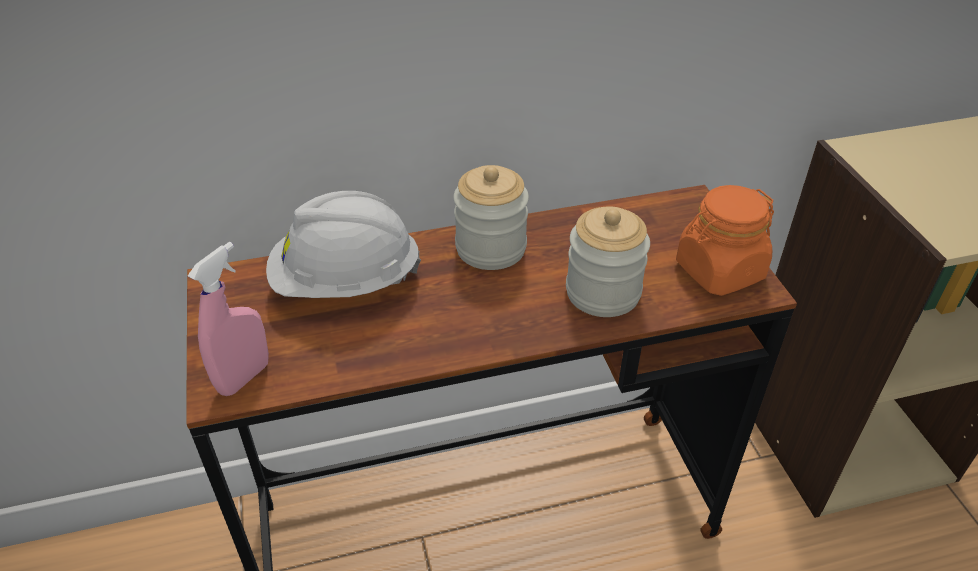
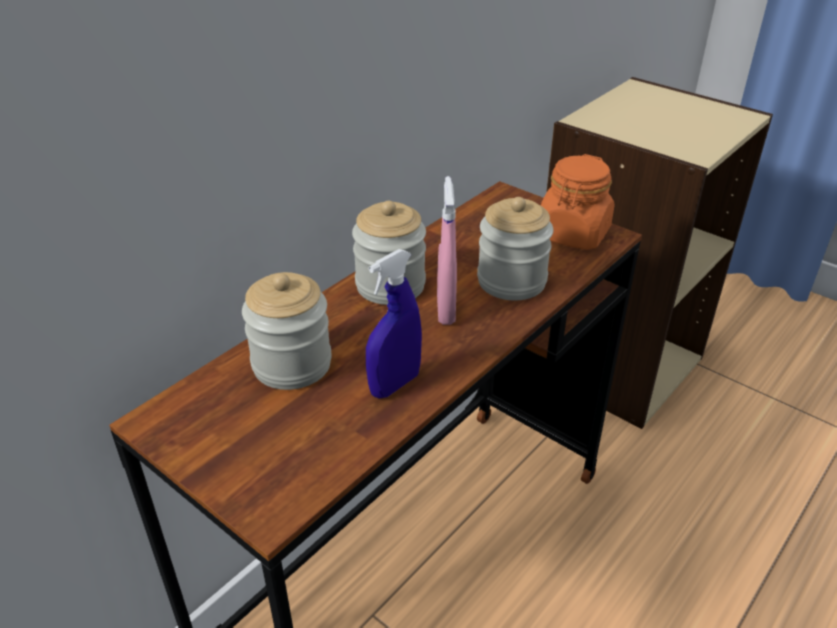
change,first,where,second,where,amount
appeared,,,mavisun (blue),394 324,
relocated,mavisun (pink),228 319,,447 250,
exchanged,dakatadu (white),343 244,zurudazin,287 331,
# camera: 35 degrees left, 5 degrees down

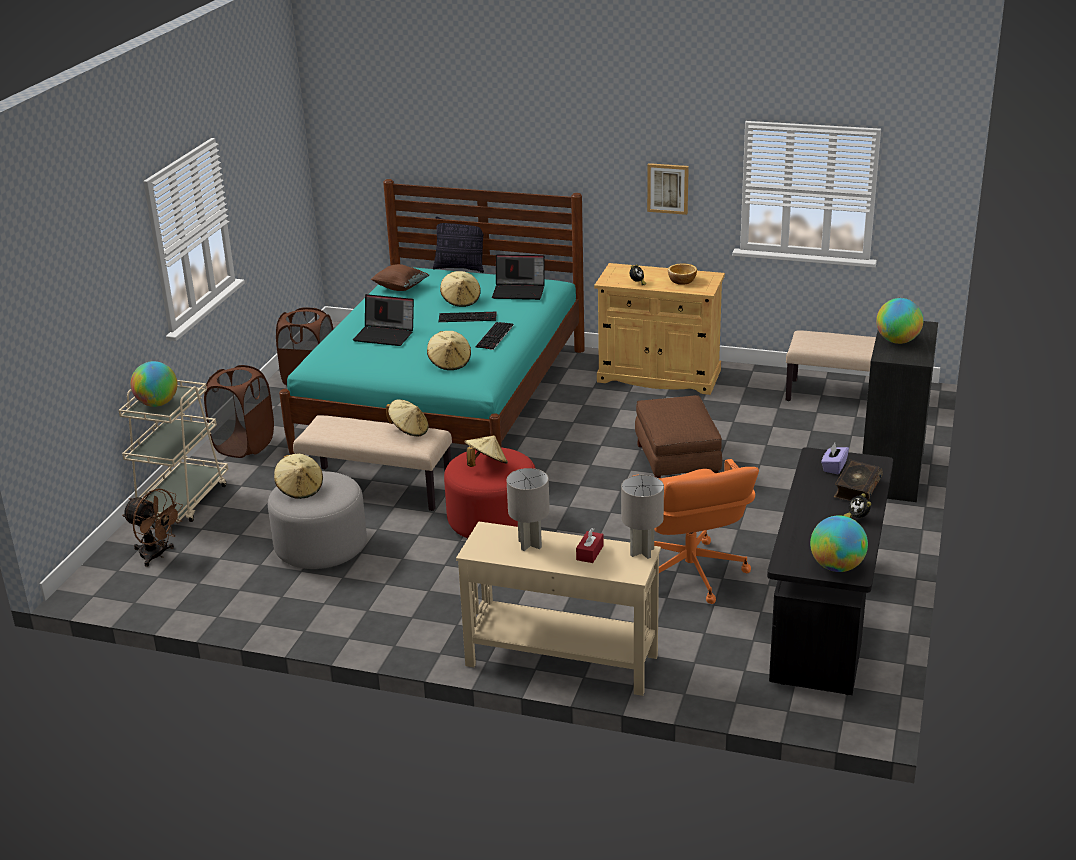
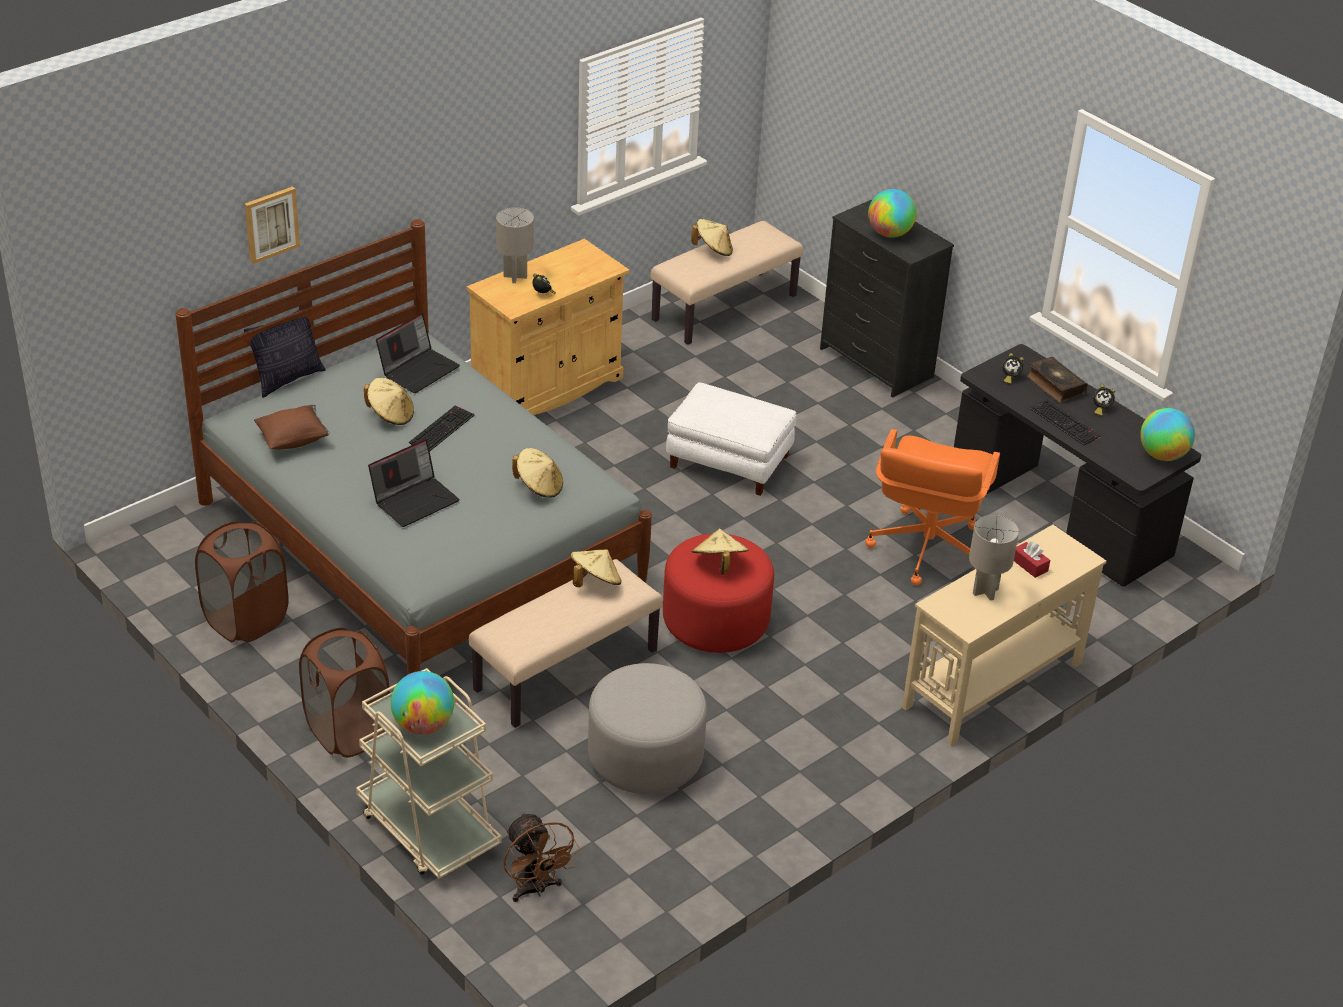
change,first,where,second,where,amount
missing,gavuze,682 274,,,
relocated,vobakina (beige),298 476,,712 237,
relocated,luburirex,494 336,,1065 422,
relocated,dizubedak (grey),642 517,,515 245,
relocated,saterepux,668 189,,272 225,
exchanged,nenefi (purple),835 458,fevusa,1013 368,
colour,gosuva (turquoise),432 317,gosuva (grey),413 446,
colour,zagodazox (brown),678 436,zagodazox (white),731 439,
spun,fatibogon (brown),152 528,,541 857,90 degrees clockwise
spun,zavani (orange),696 531,,932 507,90 degrees clockwise
# camera: 60 degrees left, 10 degrees up

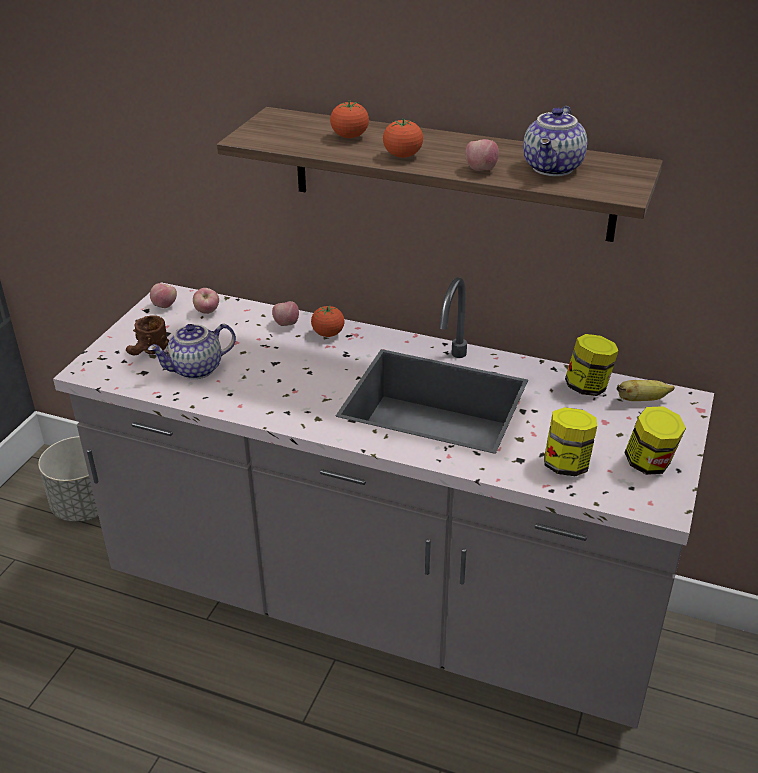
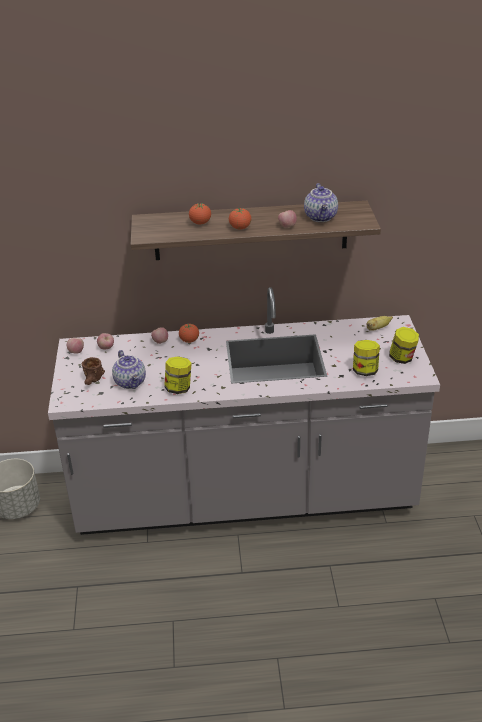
change,first,where,second,where,amount
relocated,zurudazin,592 365,,178 375,
spun,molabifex,192 351,,129 369,60 degrees counterclockwise
# camera: 25 degrees left, 0 degrees up

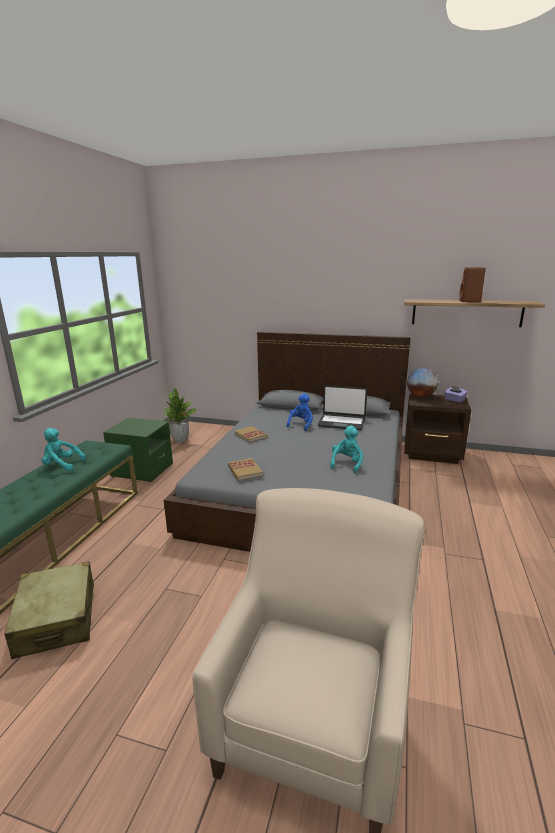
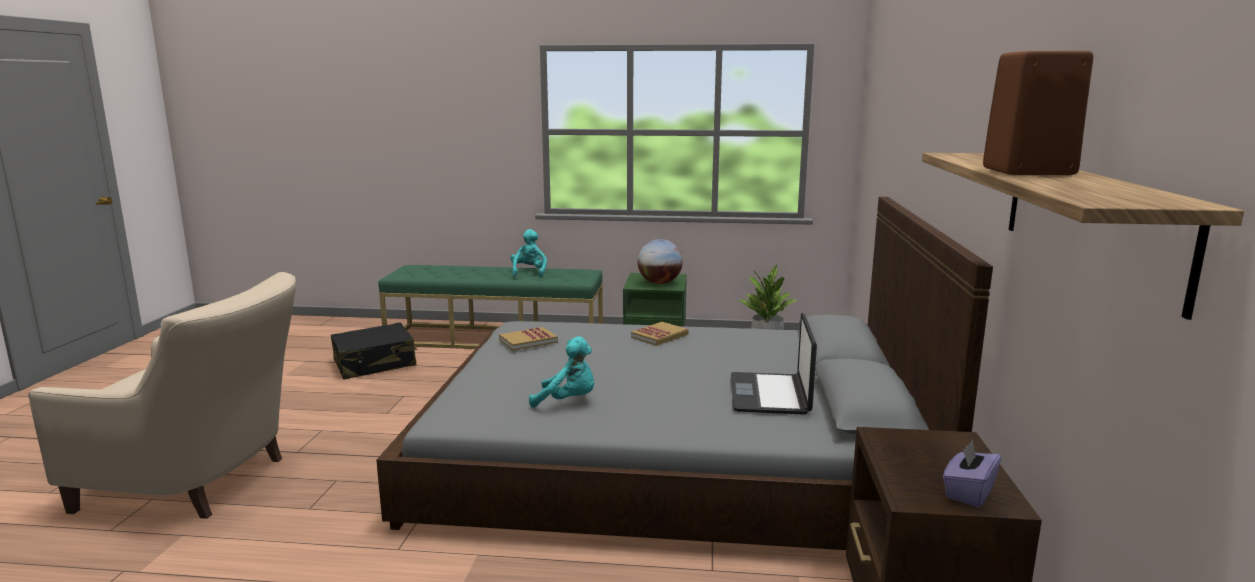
change,first,where,second,where,amount
missing,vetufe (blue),300 412,,,
relocated,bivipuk,422 382,,660 261,
colour,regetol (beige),49 610,regetol (black),374 351,
# camera: 80 degrees right, 5 degrees down

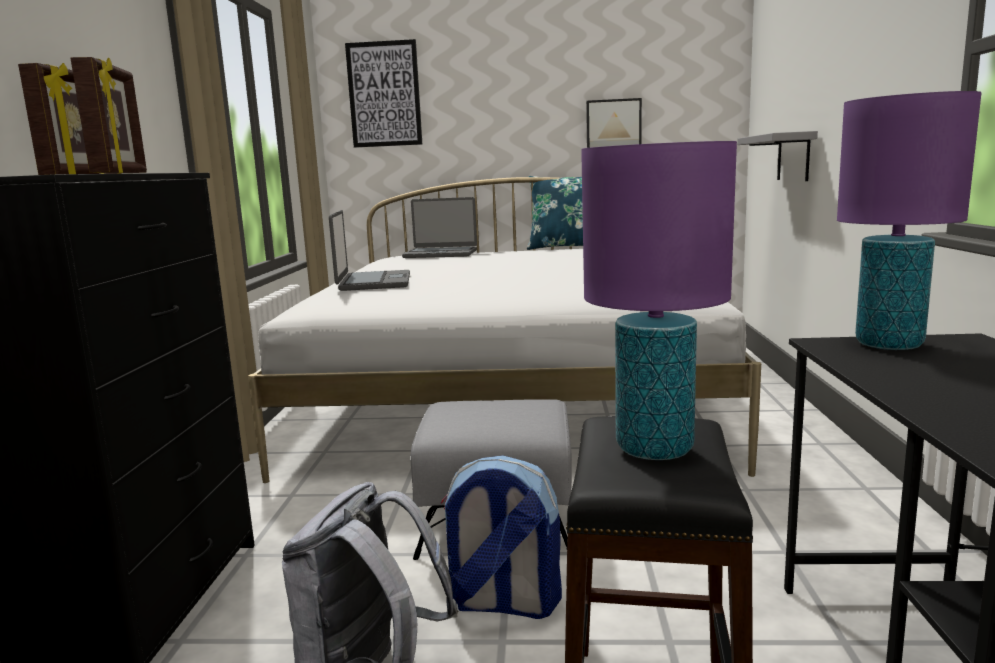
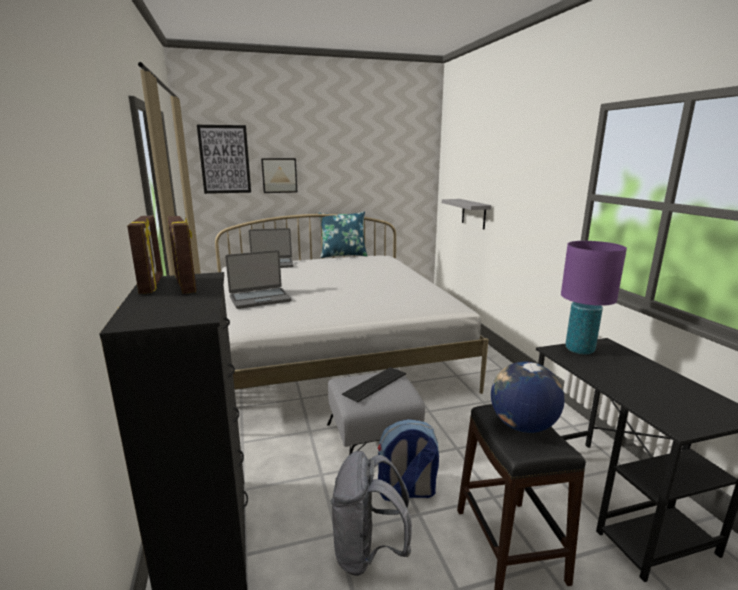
change,first,where,second,where,amount
appeared,,,luburirex,374 385,
relocated,saterepux,614 123,,279 175,
exchanged,dizubedak (purple),659 300,bivipuk,527 397,
spun,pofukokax,369 250,,258 279,90 degrees clockwise
# camera: 20 degrees left, 5 degrees up

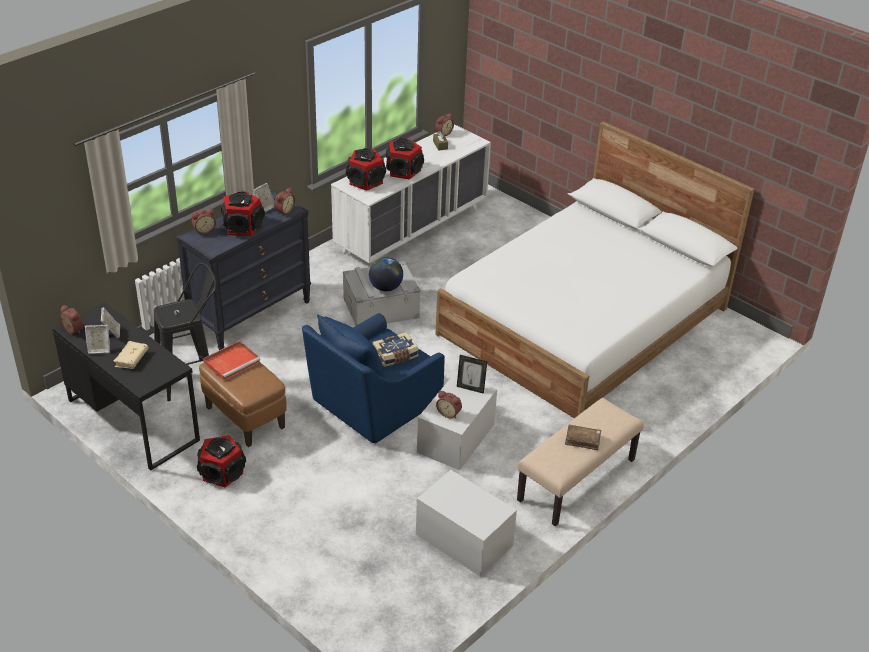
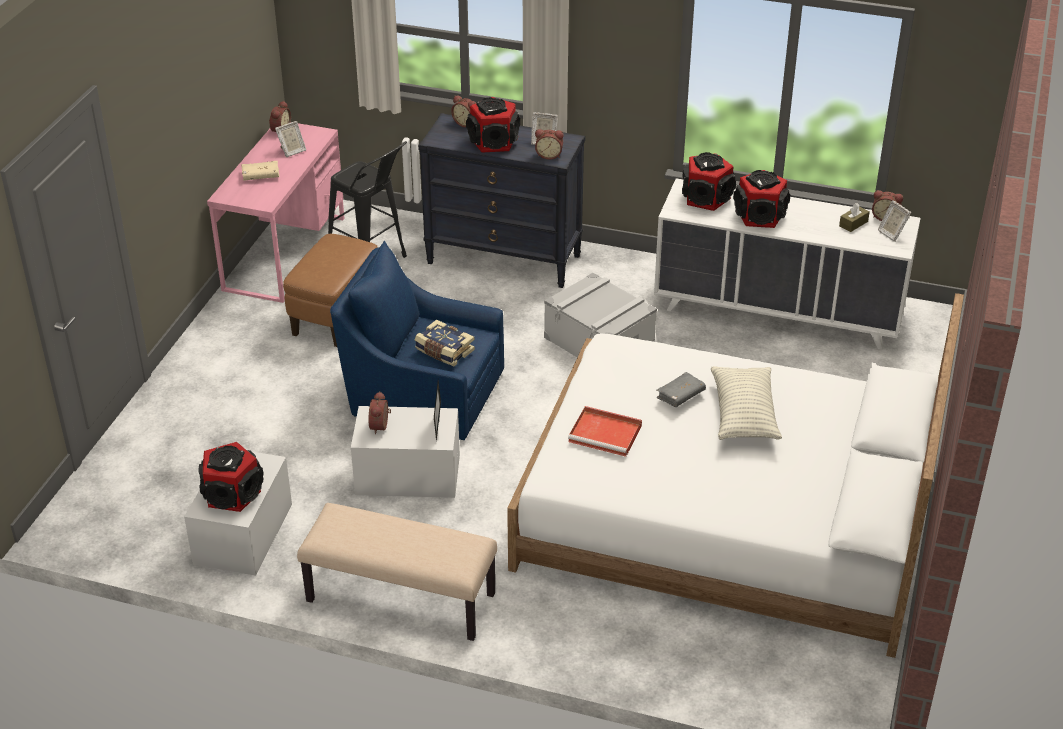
change,first,where,second,where,amount
missing,bivipuk,386 274,,,
missing,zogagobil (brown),583 437,,,
appeared,,,zogagobil (grey),681 389,
appeared,,,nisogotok,746 403,
relocated,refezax,97 339,,895 221,
relocated,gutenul,221 461,,231 477,
relocated,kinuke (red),231 360,,605 431,
colour,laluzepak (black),126 386,laluzepak (pink),276 213,
# camera: 65 degrees right, 0 degrees up

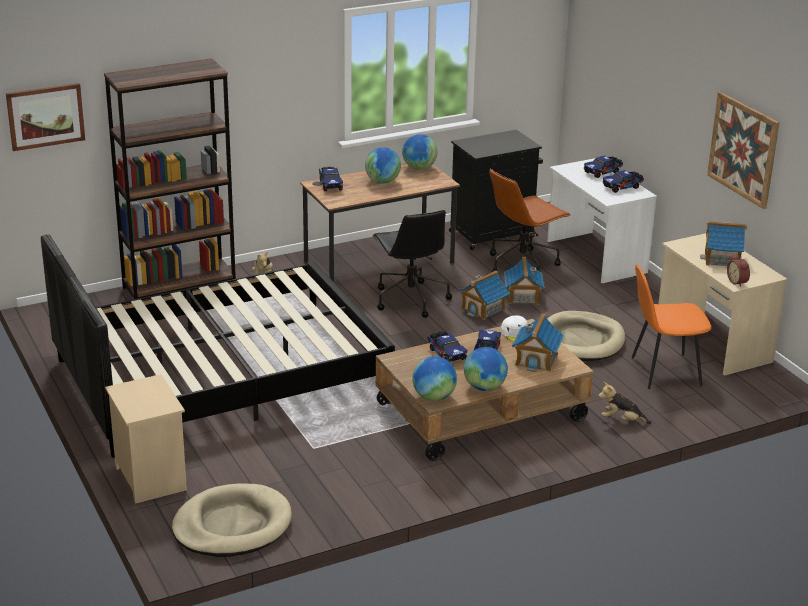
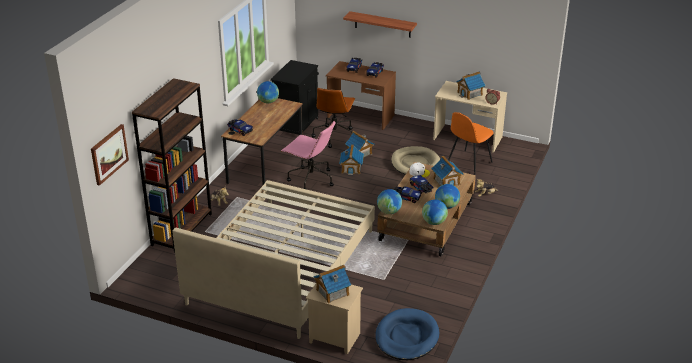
change,first,where,second,where,amount
missing,saterepux,743 150,,,
appeared,,,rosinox,332 284,
appeared,,,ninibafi,380 24,
relocated,bivipuk,383 165,,389 201,
colour,gosuva (black),218 346,gosuva (beige),273 259,
colour,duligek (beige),232 520,duligek (blue),407 334,
colour,zavani (black),412 264,zavani (pink),308 155,
colour,laluzepak (white),602 220,laluzepak (brown),361 95,
# camera: 40 degrees left, 5 degrees up

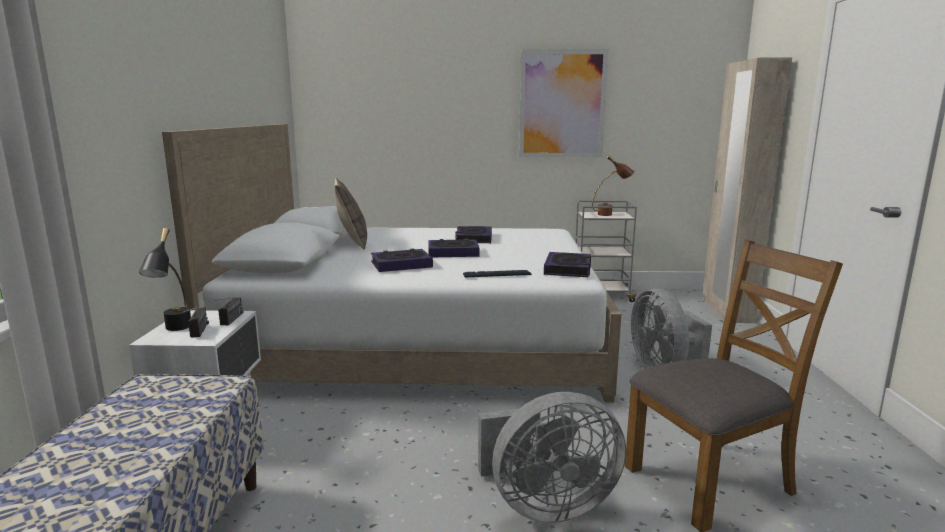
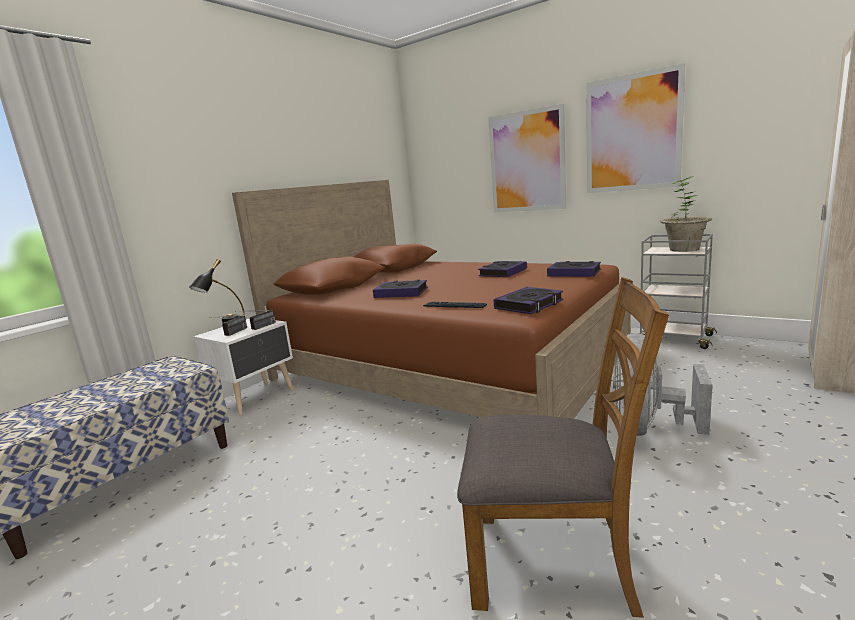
change,first,where,second,where,amount
missing,nisogotok,350 214,,,
missing,fatibogon (grey),552 457,,,
appeared,,,saterepux,527 158,
relocated,zogagobil,454 248,,574 269,
exchanged,dizubedak (brown),613 185,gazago,686 214,
colour,gosuva (white),391 263,gosuva (brown),431 299,
# camera: 35 degrees right, 0 degrees up

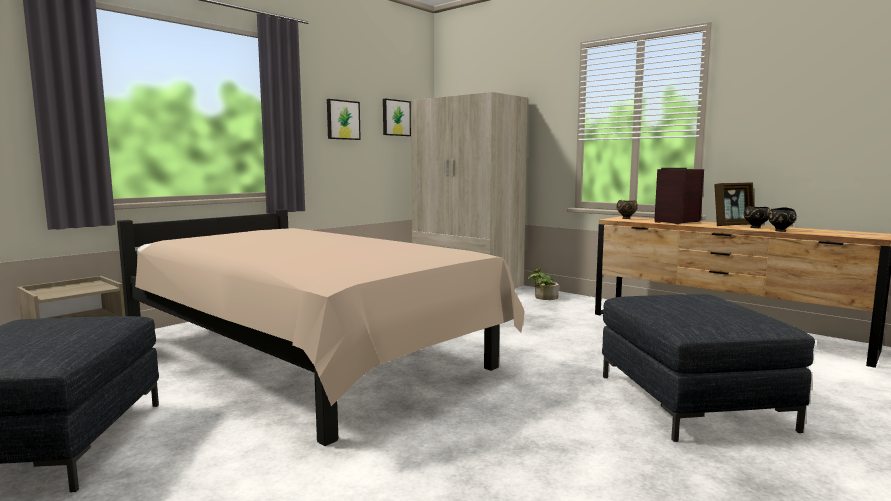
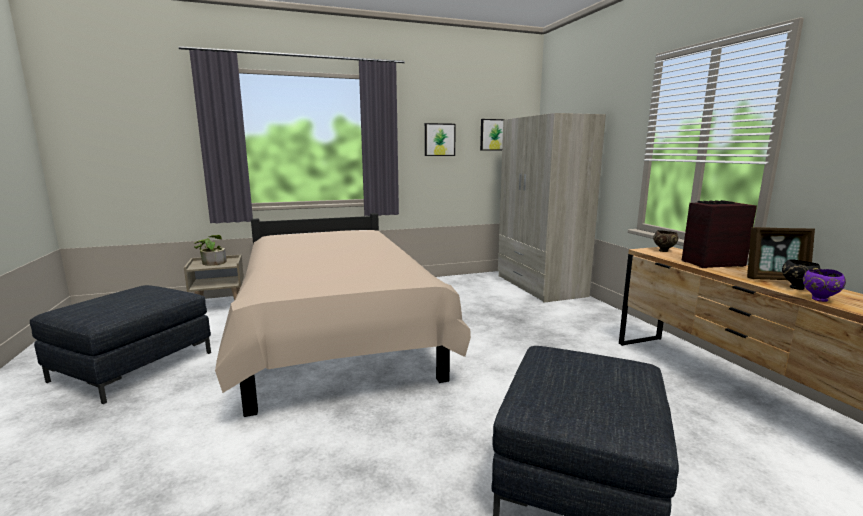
change,first,where,second,where,amount
relocated,gazago,543 284,,210 250,
colour,gavuze (black),782 220,gavuze (purple),824 285,
# camera: 30 degrees right, 5 degrees up

